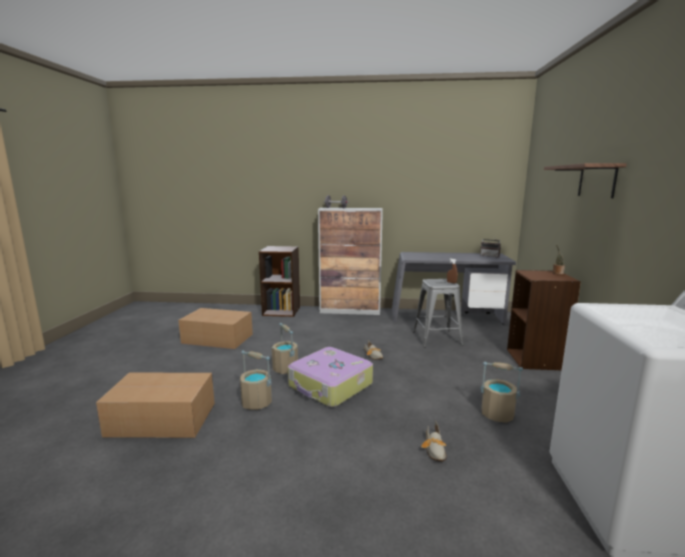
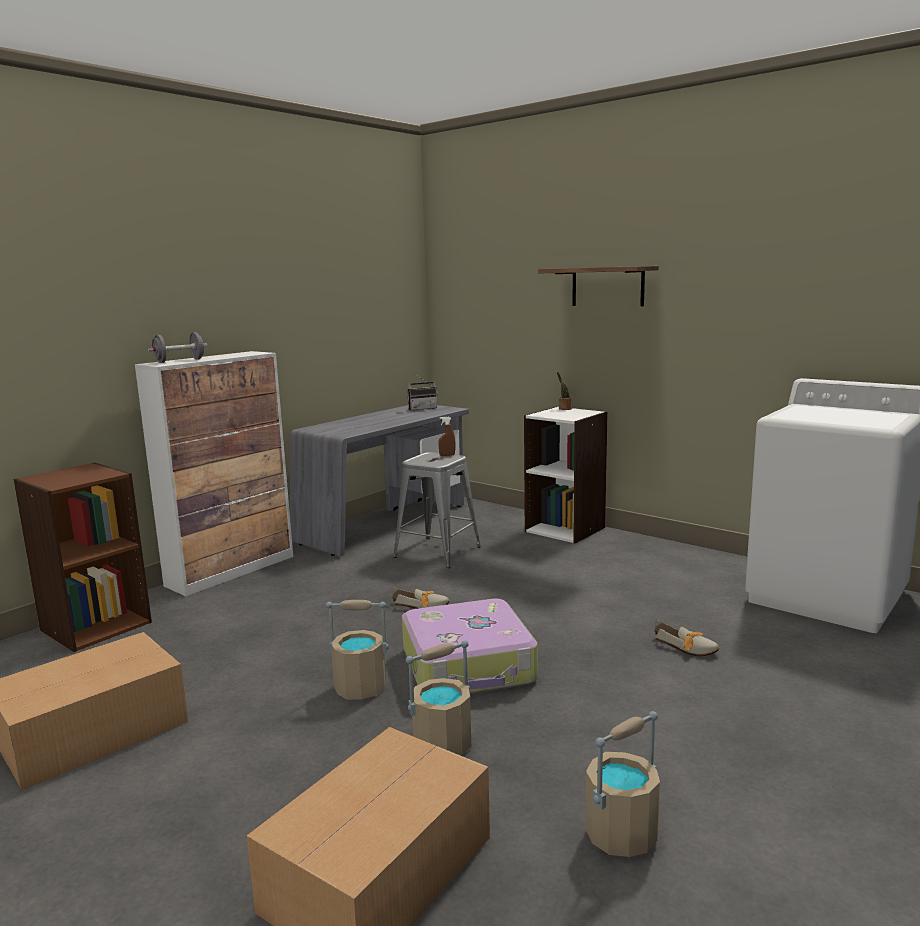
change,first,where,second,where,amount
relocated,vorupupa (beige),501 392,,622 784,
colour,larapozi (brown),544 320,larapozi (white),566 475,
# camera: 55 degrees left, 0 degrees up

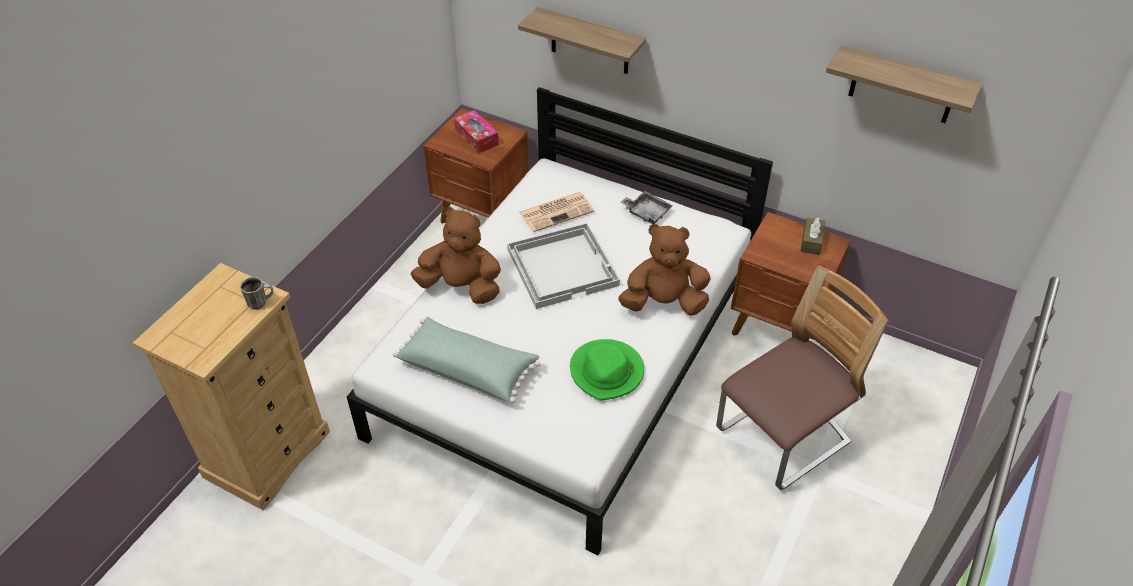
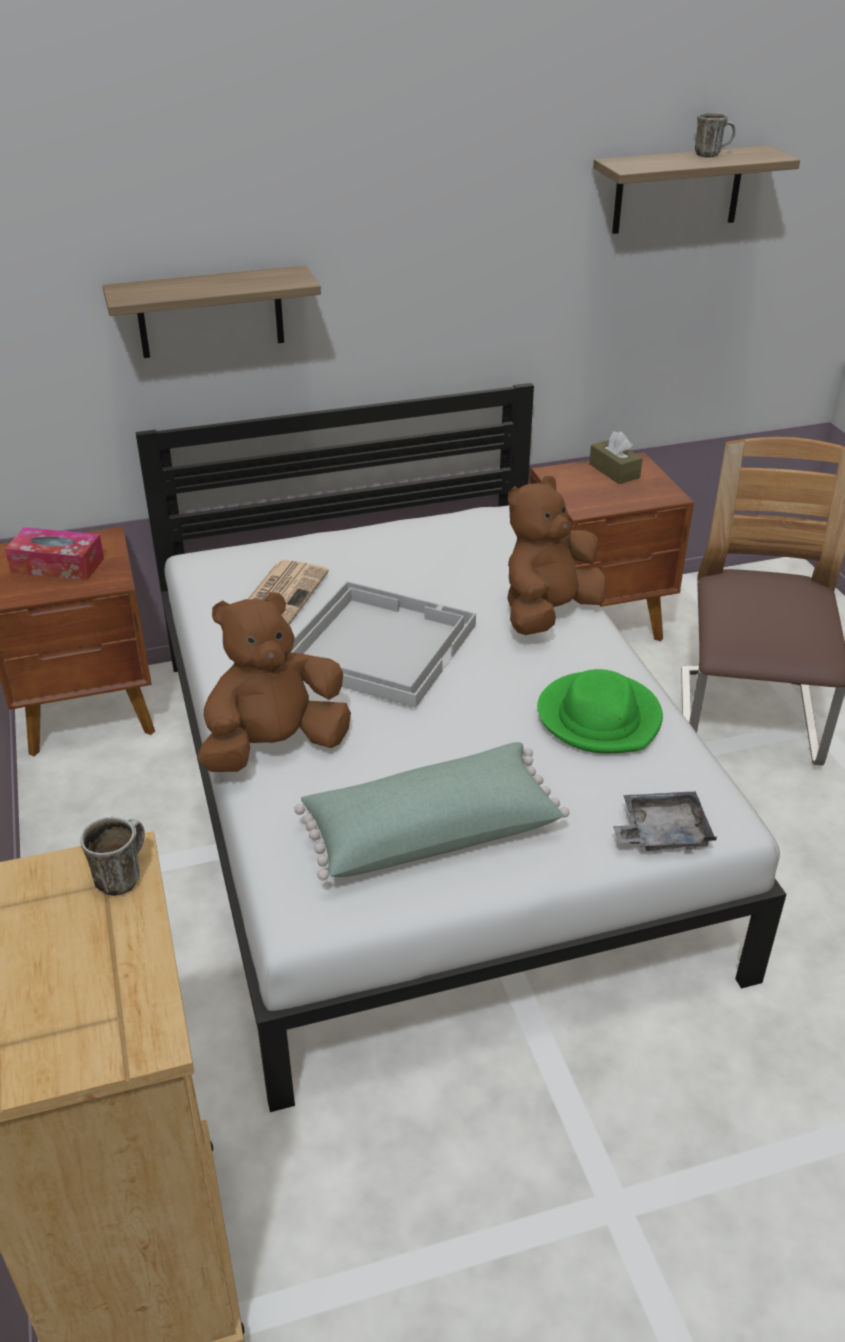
change,first,where,second,where,amount
appeared,,,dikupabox,715 135,
relocated,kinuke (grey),646 207,,665 821,
# camera: 45 degrees left, 10 degrees down

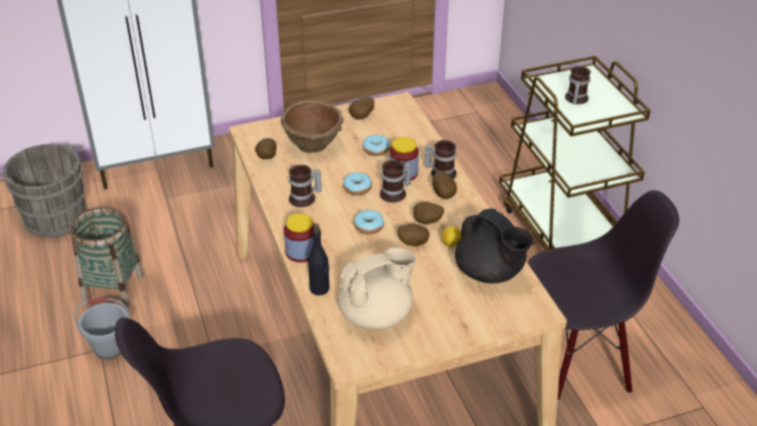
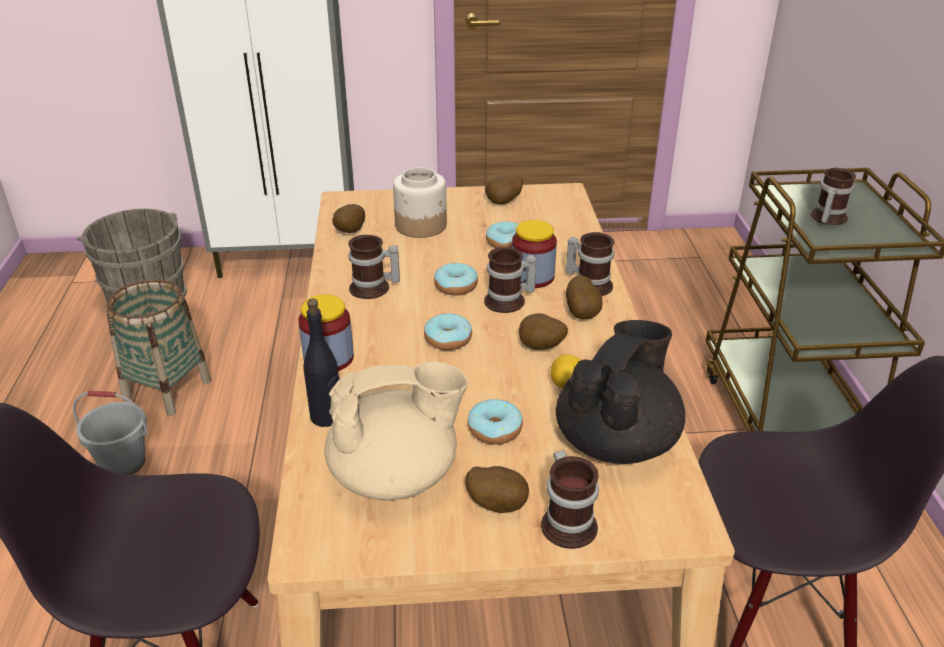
change,first,where,second,where,amount
appeared,,,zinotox,495 421,
appeared,,,dikupabox,570 499,
relocated,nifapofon,413 235,,497 489,
exchanged,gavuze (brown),312 126,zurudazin,420 202,
spun,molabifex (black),494 246,,620 392,120 degrees counterclockwise
# camera: 15 degrees right, 5 degrees down

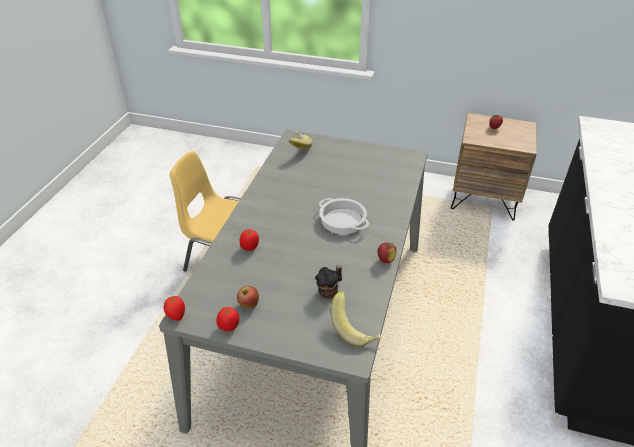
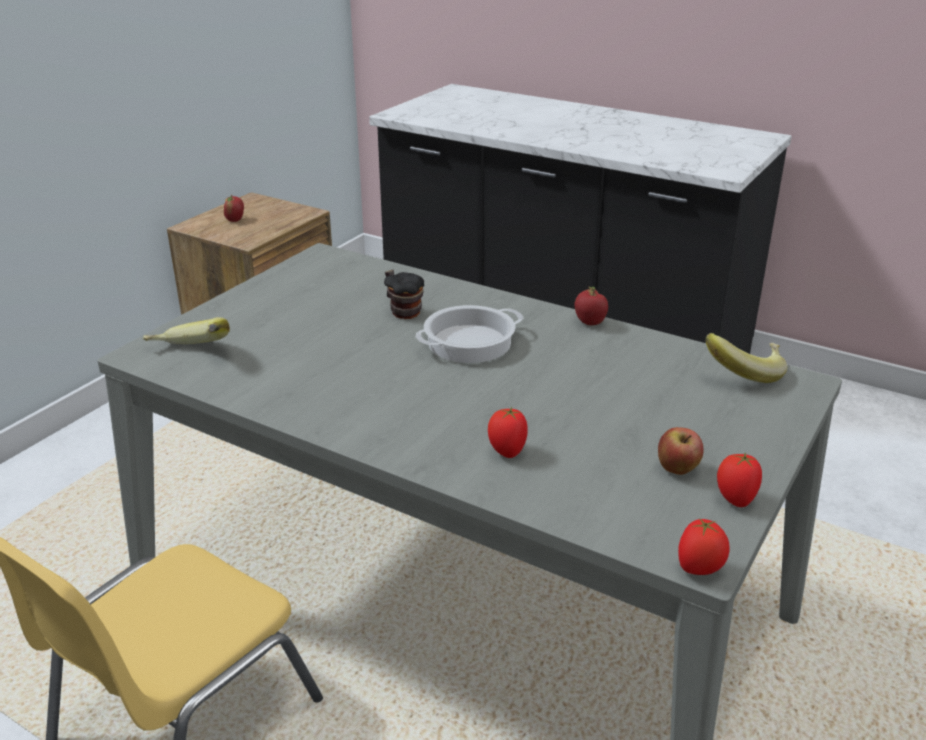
change,first,where,second,where,amount
relocated,dikupabox,328 281,,404 294,
# camera: 75 degrees left, 10 degrees down

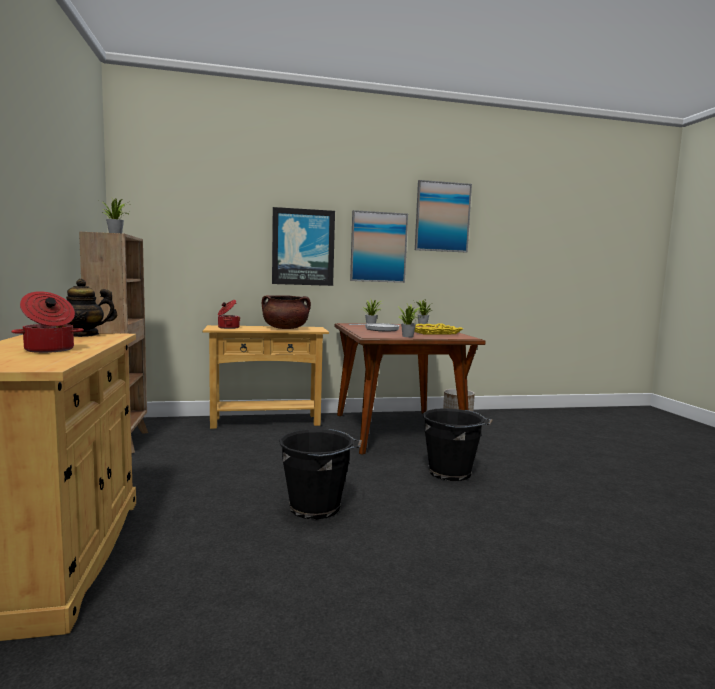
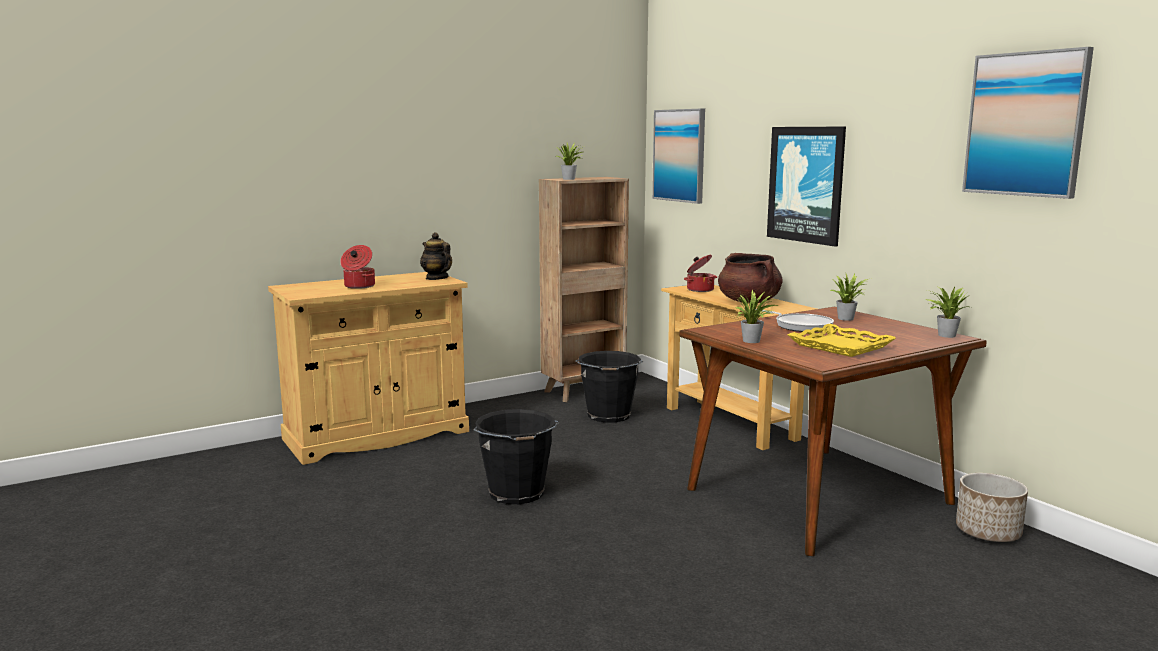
change,first,where,second,where,amount
relocated,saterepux,379 246,,678 156,
relocated,vorupupa (black),458 444,,609 387,
# camera: 70 degrees right, 5 degrees up

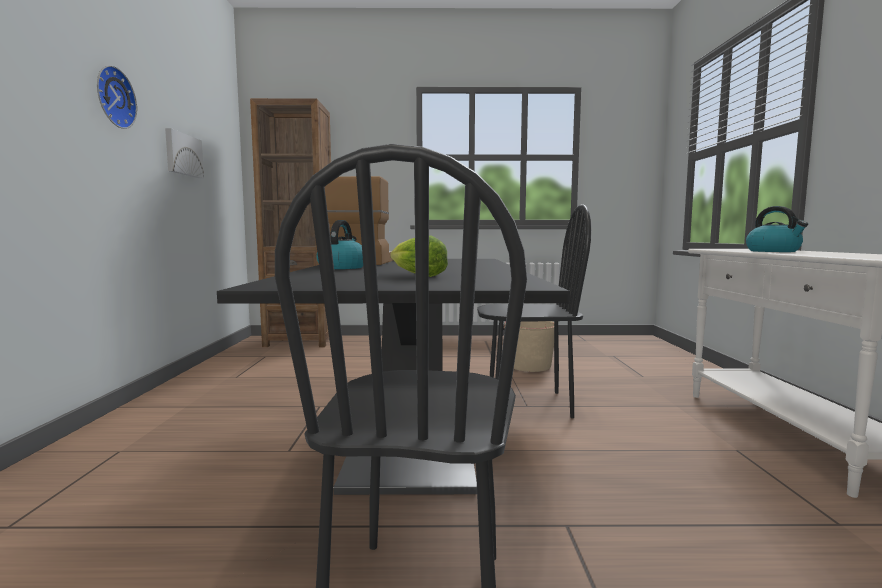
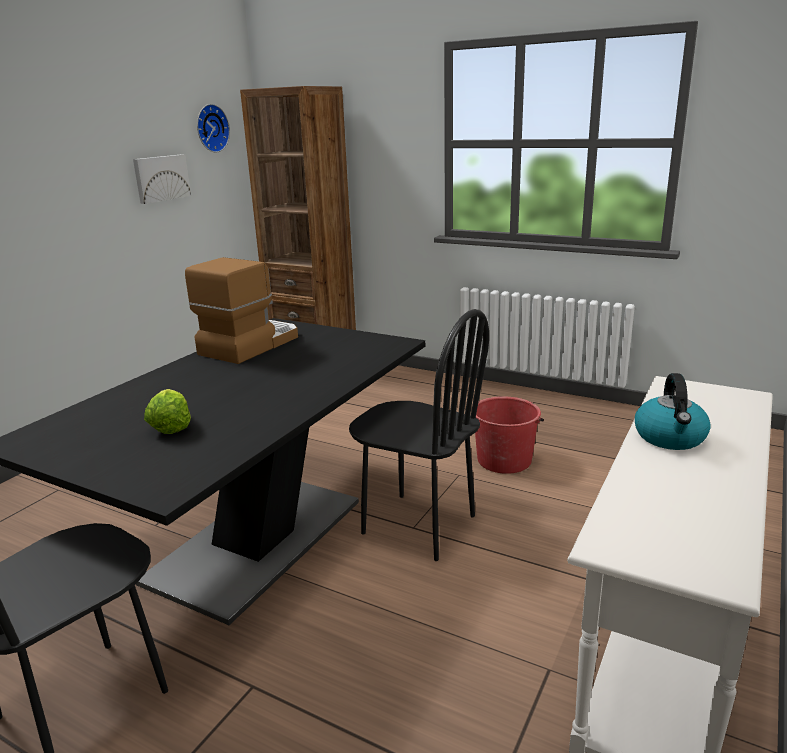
change,first,where,second,where,amount
missing,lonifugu,339 244,,,
relocated,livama,117 97,,213 128,
colour,vorupupa (beige),531 346,vorupupa (red),507 435,
# camera: 30 degrees right, 15 degrees up

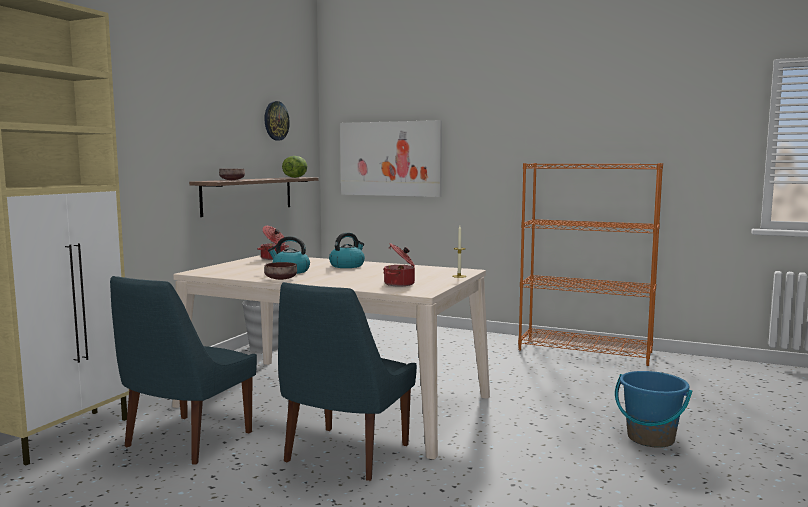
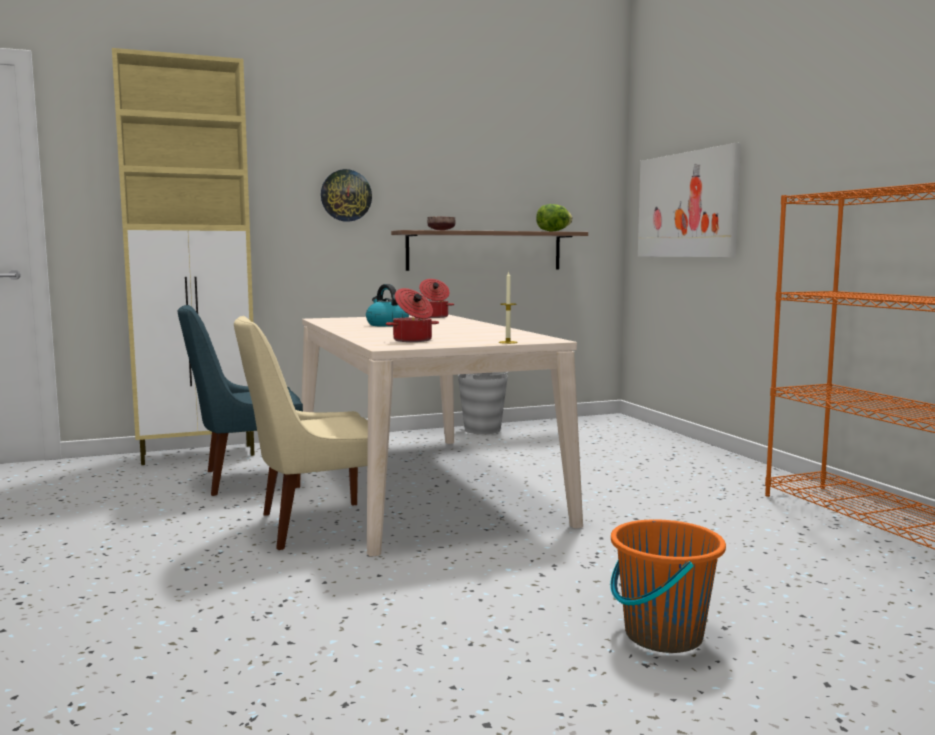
change,first,where,second,where,amount
missing,gavuze (brown),280 271,,,
missing,lonifugu,347 250,,,
relocated,livama,277 121,,346 195,
colour,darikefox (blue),347 381,darikefox (beige),301 433,
colour,vorupupa (blue),653 409,vorupupa (orange),668 586,
# camera: 45 degrees right, 0 degrees up

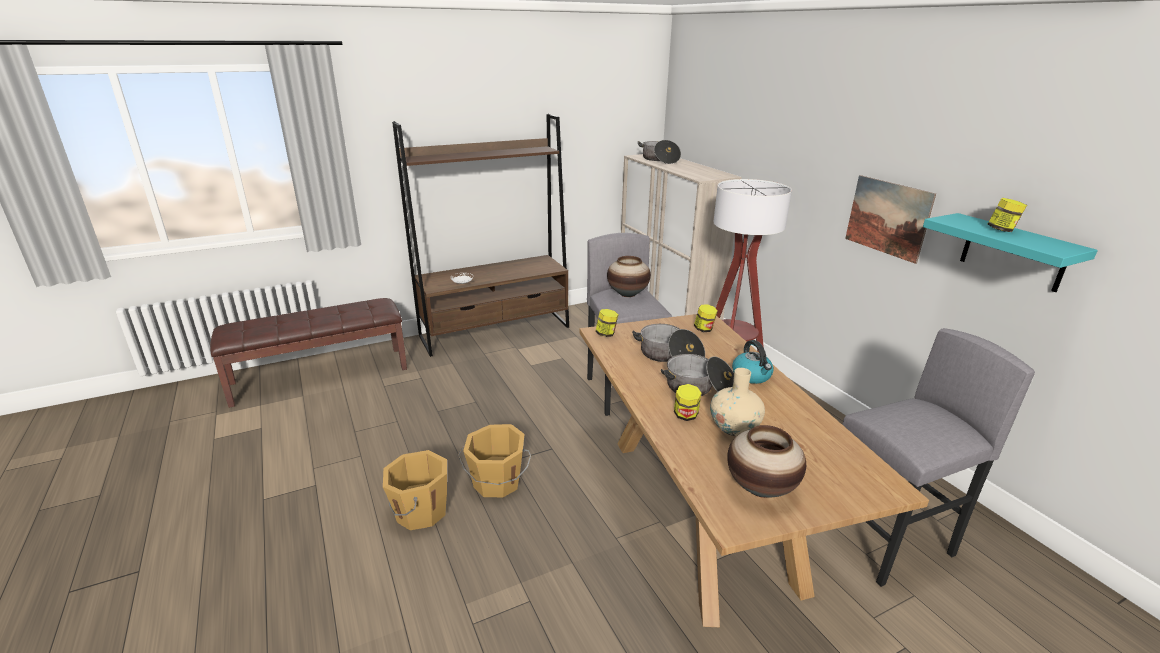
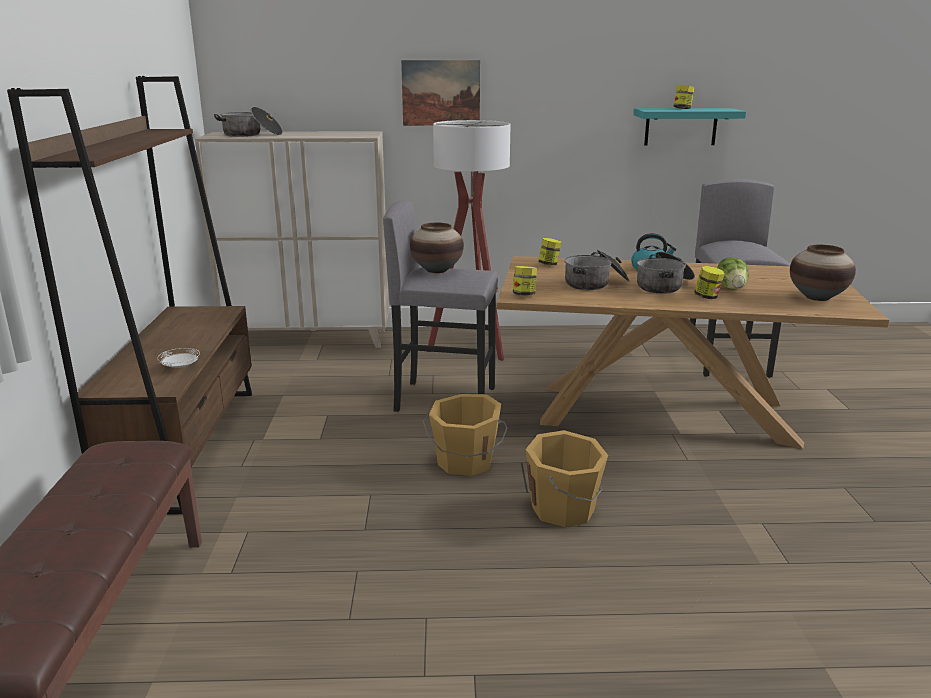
change,first,where,second,where,amount
relocated,vorupupa (orange),415 490,,465 435,
relocated,saterepux,890 219,,440 93,
exchanged,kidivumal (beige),737 402,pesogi,733 273,
# camera: 65 degrees left, 5 degrees down

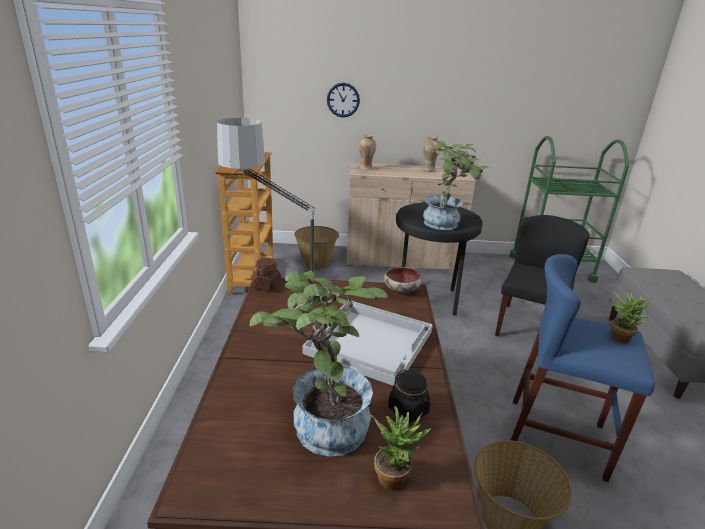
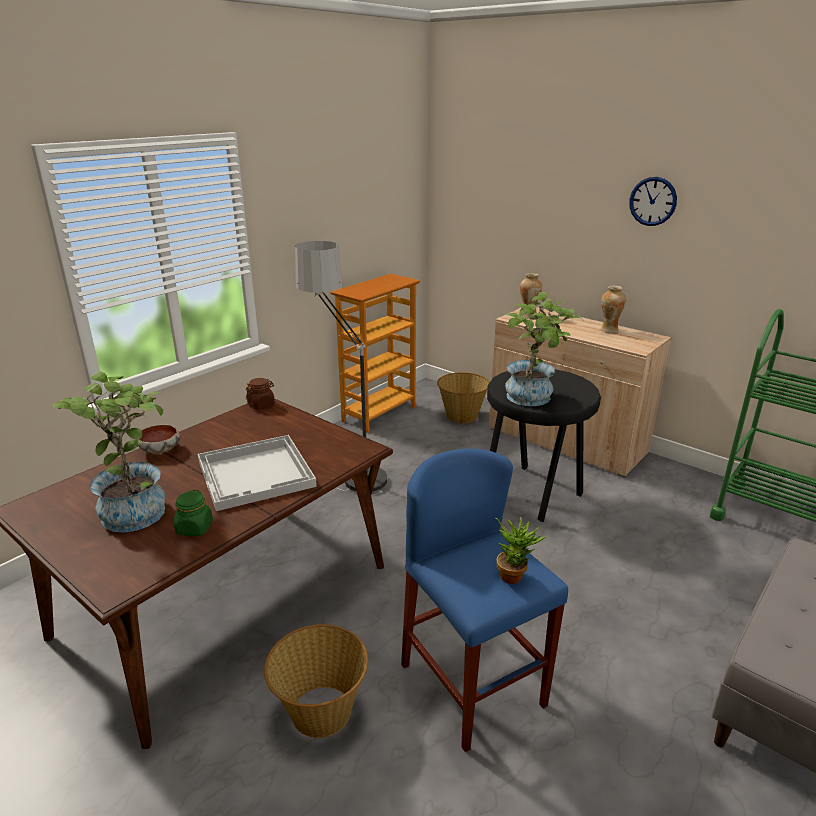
change,first,where,second,where,amount
missing,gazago,401 447,,,
missing,darikefox (black),542 276,,,
relocated,livama,343 100,,653 201,
relocated,gavuze,403 280,,158 439,
colour,zurudazin (black),409 396,zurudazin (green),193 513,
# camera: 40 degrees right, 0 degrees up

